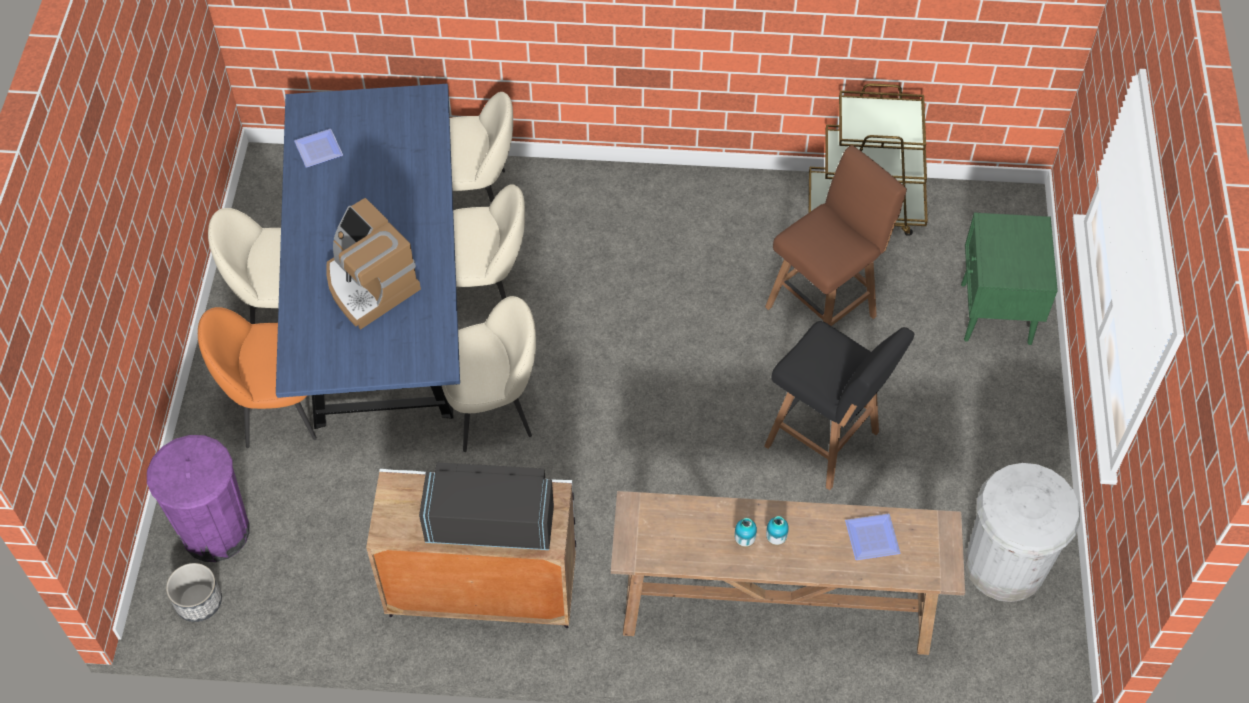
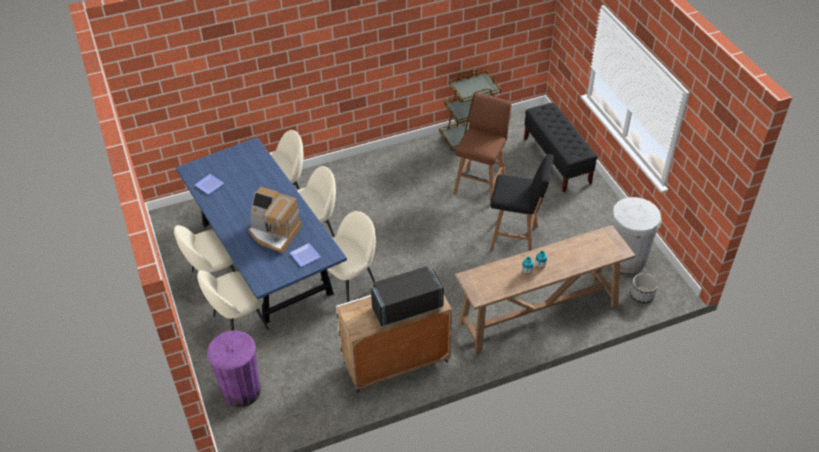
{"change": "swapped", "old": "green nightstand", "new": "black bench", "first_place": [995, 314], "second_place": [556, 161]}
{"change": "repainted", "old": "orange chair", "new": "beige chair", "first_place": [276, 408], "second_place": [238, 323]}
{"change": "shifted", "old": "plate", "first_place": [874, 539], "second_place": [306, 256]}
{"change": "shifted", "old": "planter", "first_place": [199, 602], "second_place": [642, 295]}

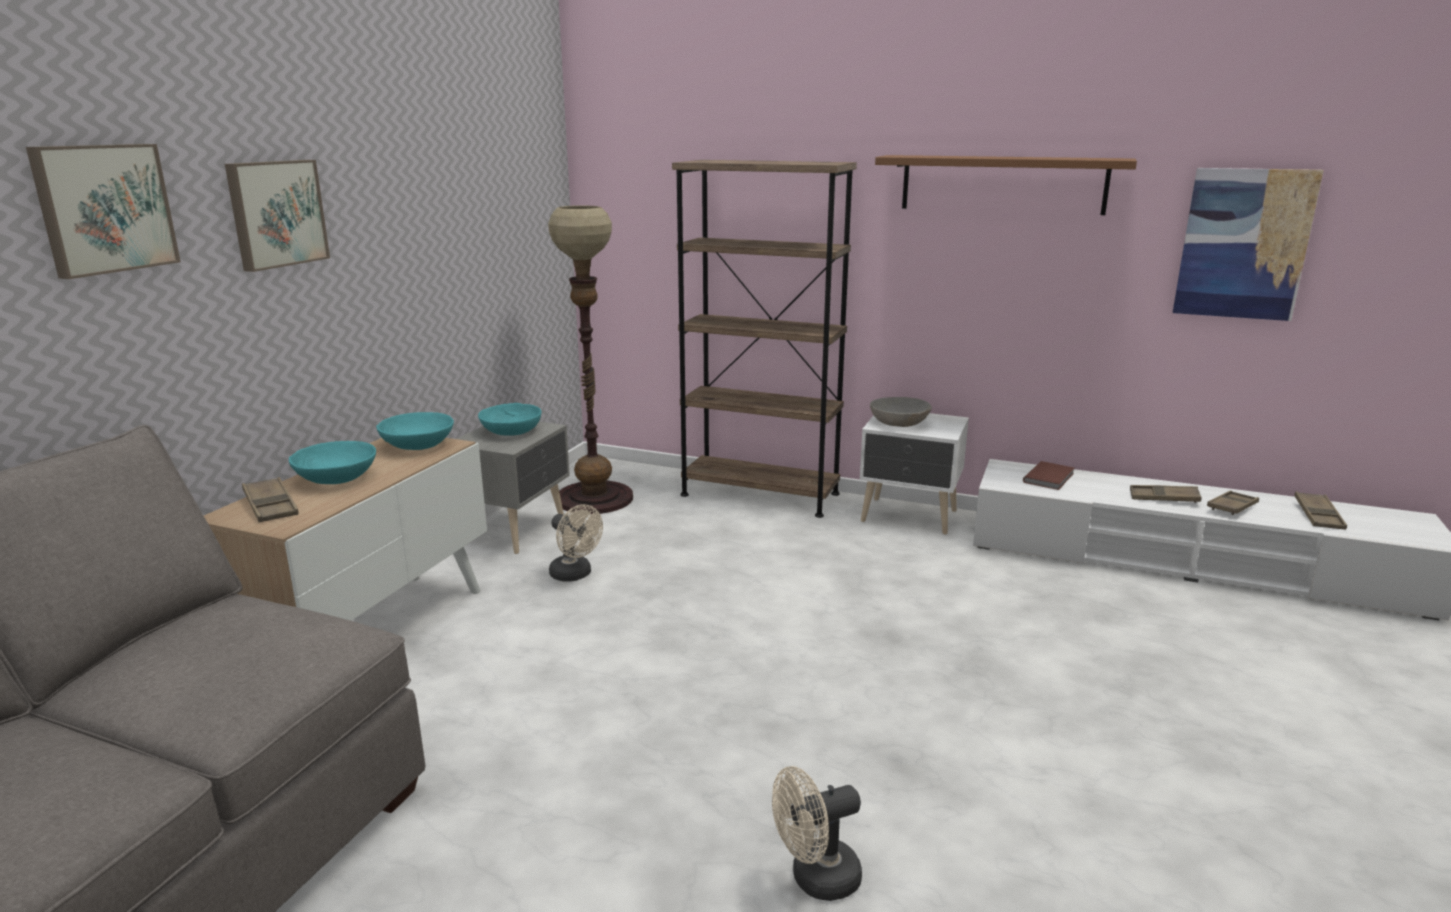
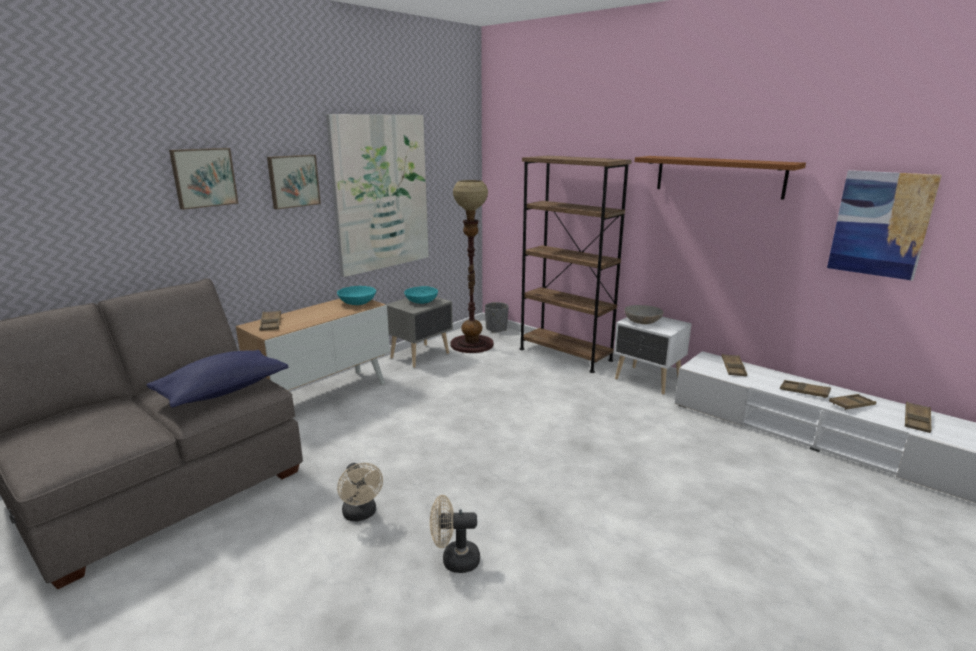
{"change": "gone", "old": "turquoise bowl", "first_place": [336, 478]}
{"change": "swapped", "old": "brown book", "new": "brown tray", "first_place": [1050, 478], "second_place": [733, 368]}
{"change": "shifted", "old": "beige fan", "first_place": [575, 575], "second_place": [361, 514]}
{"change": "new", "new": "picture", "second_place": [381, 193]}
{"change": "new", "new": "grey planter", "second_place": [496, 329]}
{"change": "new", "new": "blue pillow", "second_place": [222, 391]}

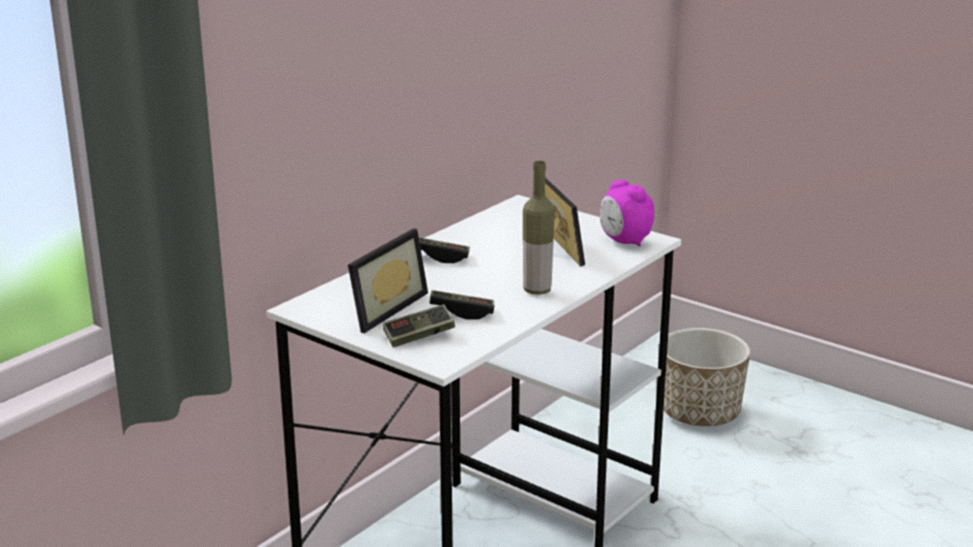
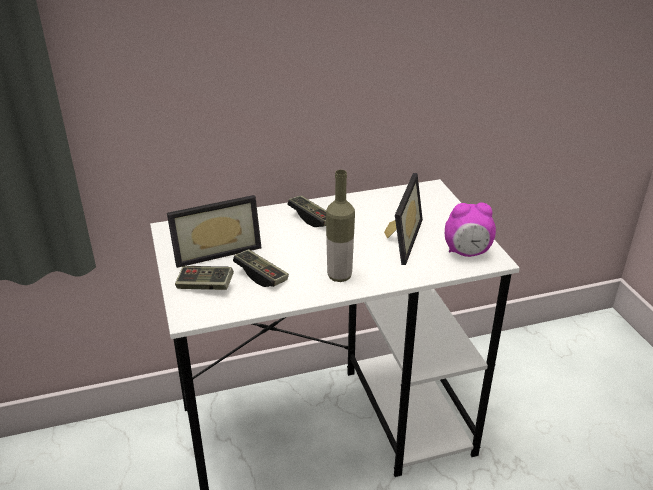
{"change": "rotated", "old": "alarm clock", "first_place": [624, 241], "second_place": [467, 253], "degrees": -90}
{"change": "gone", "old": "planter", "first_place": [700, 413]}

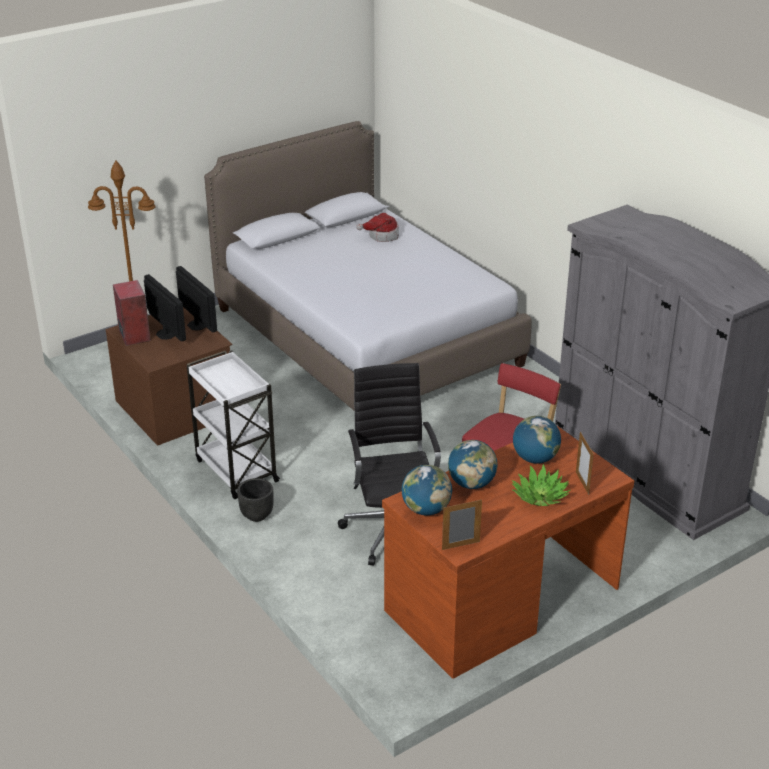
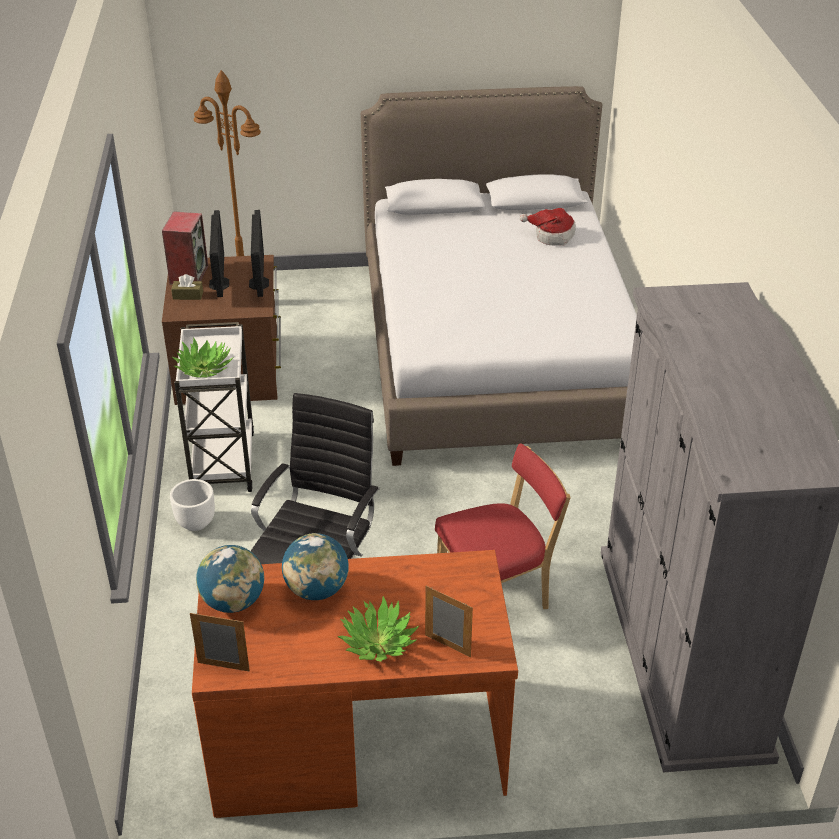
{"change": "gone", "old": "globe", "first_place": [535, 458]}
{"change": "rotated", "old": "picture frame", "first_place": [582, 483], "second_place": [447, 646], "degrees": 105}
{"change": "repainted", "old": "black planter", "new": "white planter", "first_place": [256, 515], "second_place": [195, 523]}
{"change": "new", "new": "brown tissue box", "second_place": [188, 295]}
{"change": "new", "new": "potted plant", "second_place": [204, 368]}

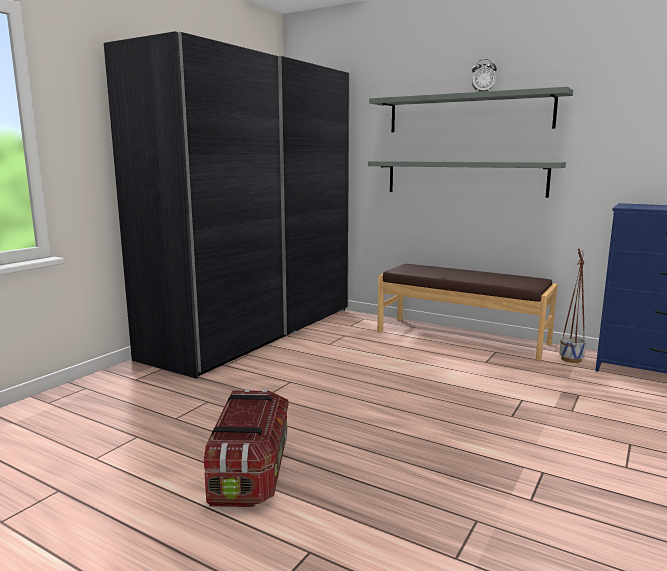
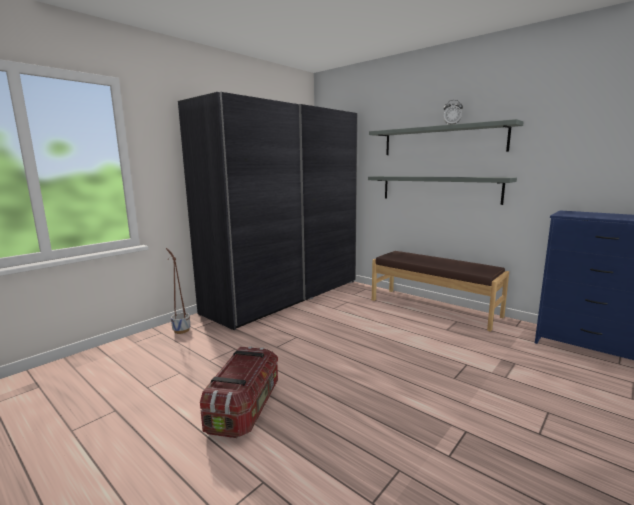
{"change": "shifted", "old": "planter", "first_place": [571, 359], "second_place": [181, 331]}

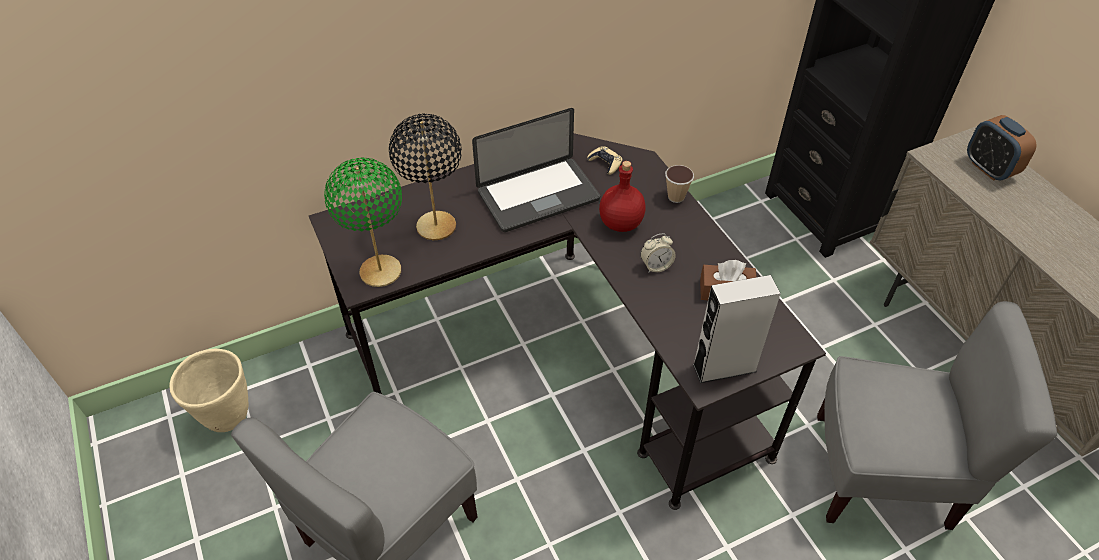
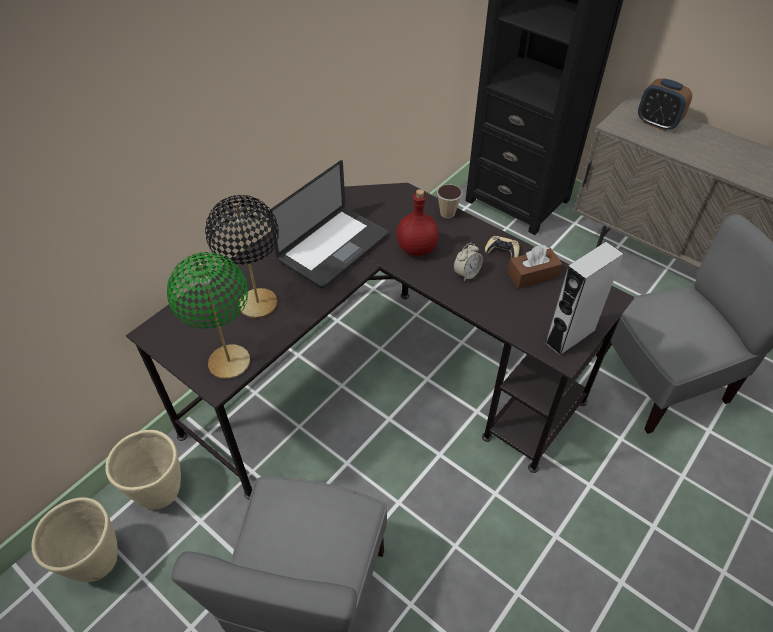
{"change": "shifted", "old": "beige game controller", "first_place": [605, 163], "second_place": [502, 251]}
{"change": "new", "new": "beige planter", "second_place": [159, 491]}

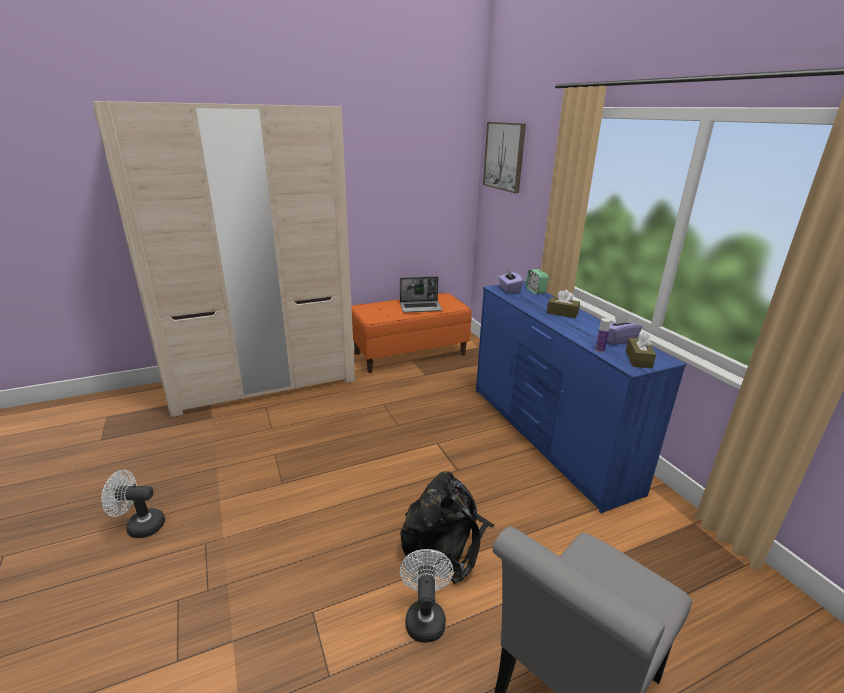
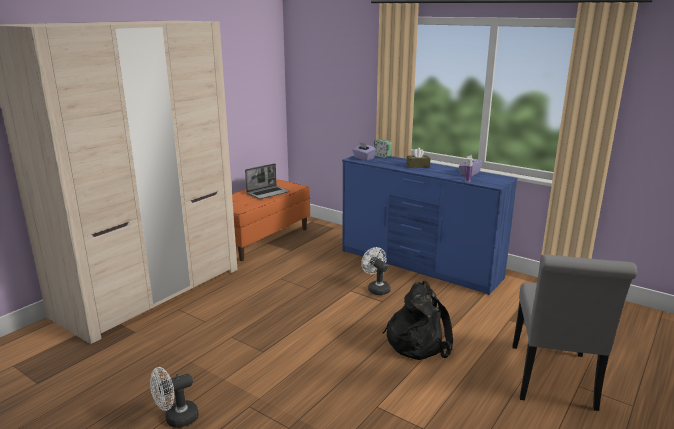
{"change": "gone", "old": "picture", "first_place": [504, 156]}
{"change": "gone", "old": "brown tissue box", "first_place": [638, 359]}
{"change": "shifted", "old": "white fan", "first_place": [425, 616], "second_place": [376, 288]}

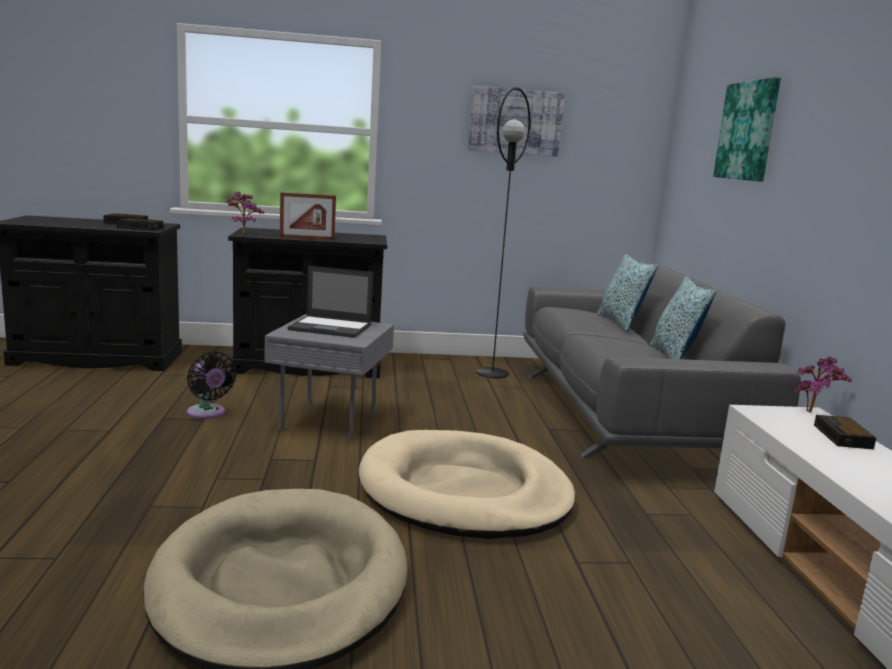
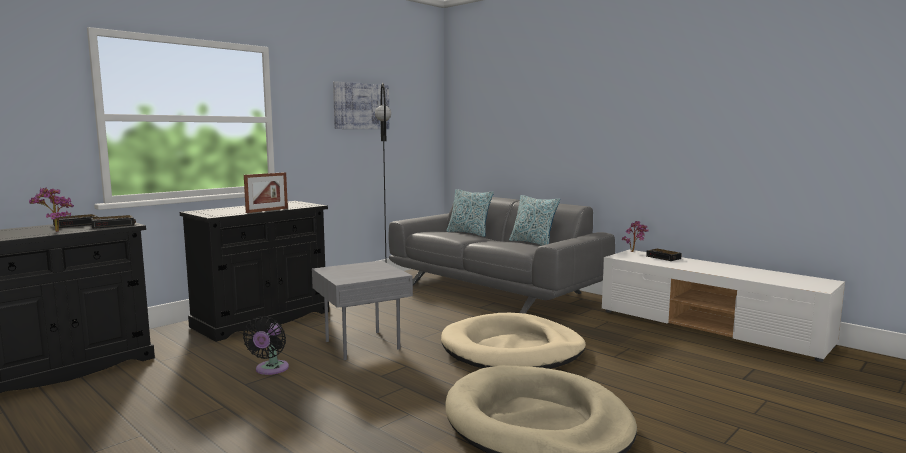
{"change": "gone", "old": "picture", "first_place": [748, 131]}
{"change": "shifted", "old": "potted plant", "first_place": [242, 234], "second_place": [54, 231]}
{"change": "gone", "old": "laptop", "first_place": [331, 327]}
{"change": "rotated", "old": "black fan", "first_place": [207, 413], "second_place": [270, 369], "degrees": 90}

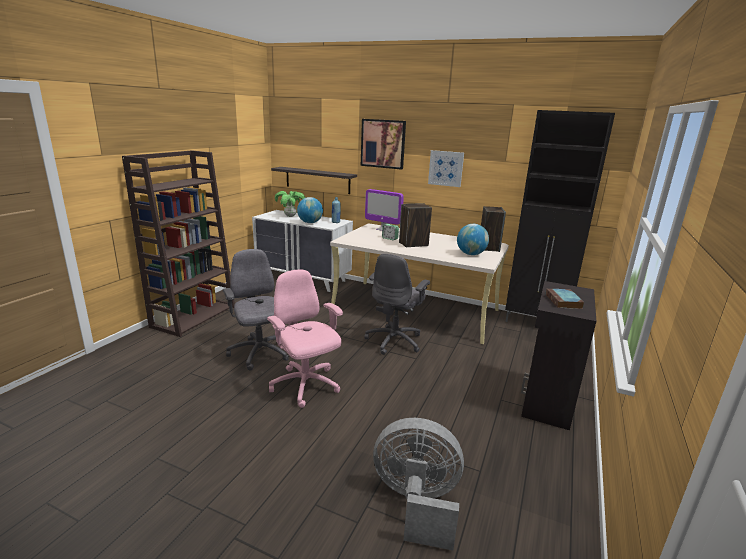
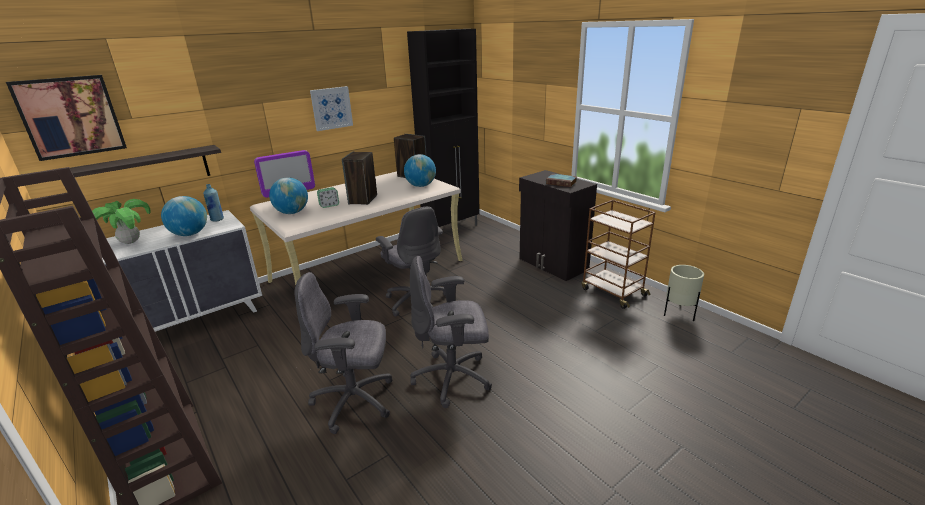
{"change": "shifted", "old": "picture", "first_place": [383, 144], "second_place": [70, 117]}
{"change": "repainted", "old": "pink office chair", "new": "grey office chair", "first_place": [305, 386], "second_place": [453, 378]}
{"change": "gone", "old": "grey fan", "first_place": [416, 503]}
{"change": "new", "new": "globe", "second_place": [292, 213]}
{"change": "new", "new": "brown cart", "second_place": [612, 292]}
{"change": "new", "new": "beige planter", "second_place": [678, 314]}

